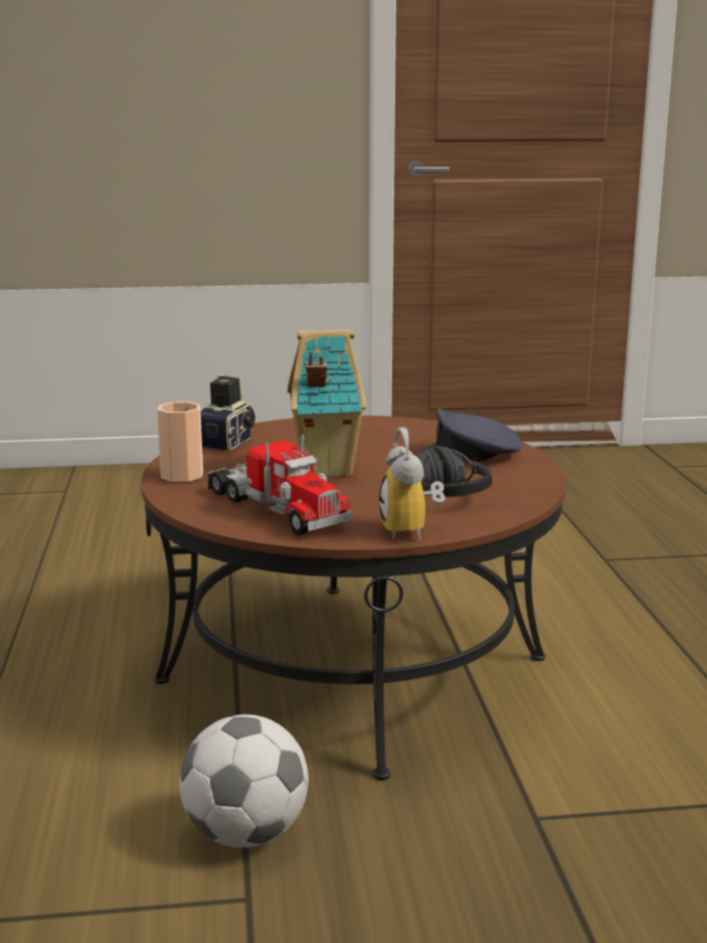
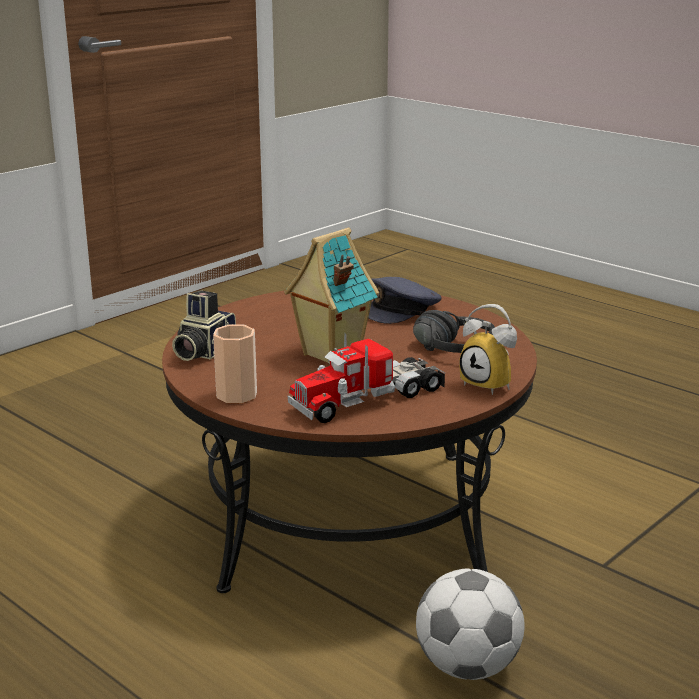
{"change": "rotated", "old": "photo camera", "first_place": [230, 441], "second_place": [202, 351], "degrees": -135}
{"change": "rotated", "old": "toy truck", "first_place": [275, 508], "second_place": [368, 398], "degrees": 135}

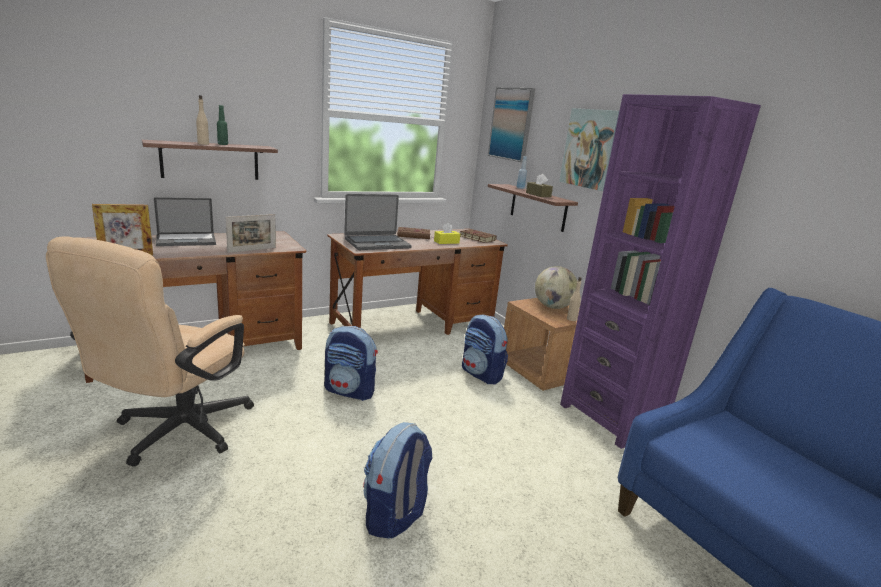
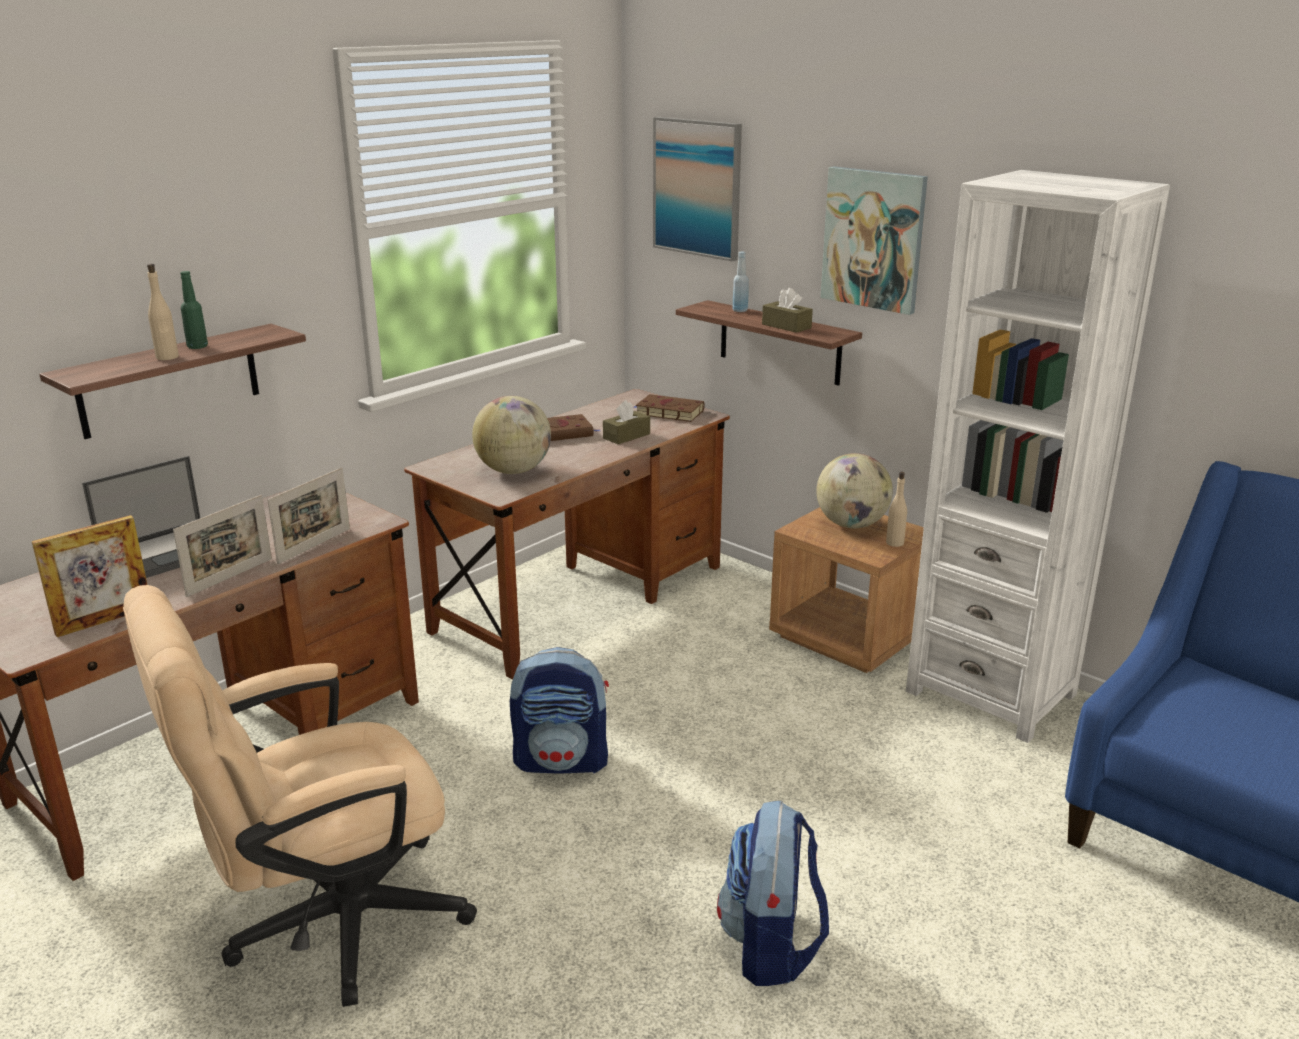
{"change": "repainted", "old": "purple bookcase", "new": "white bookcase", "first_place": [611, 417], "second_place": [991, 693]}
{"change": "swapped", "old": "laptop", "new": "globe", "first_place": [377, 243], "second_place": [513, 471]}
{"change": "repainted", "old": "yellow tissue box", "new": "brown tissue box", "first_place": [446, 242], "second_place": [626, 436]}
{"change": "rotated", "old": "beige office chair", "first_place": [175, 434], "second_place": [326, 925], "degrees": 60}
{"change": "gone", "old": "backpack", "first_place": [481, 374]}
{"change": "new", "new": "picture frame", "second_place": [230, 577]}

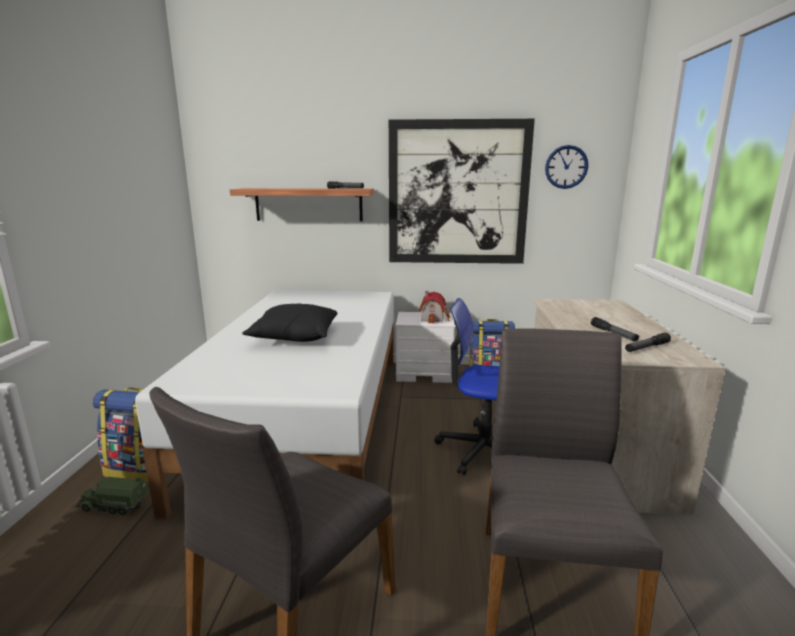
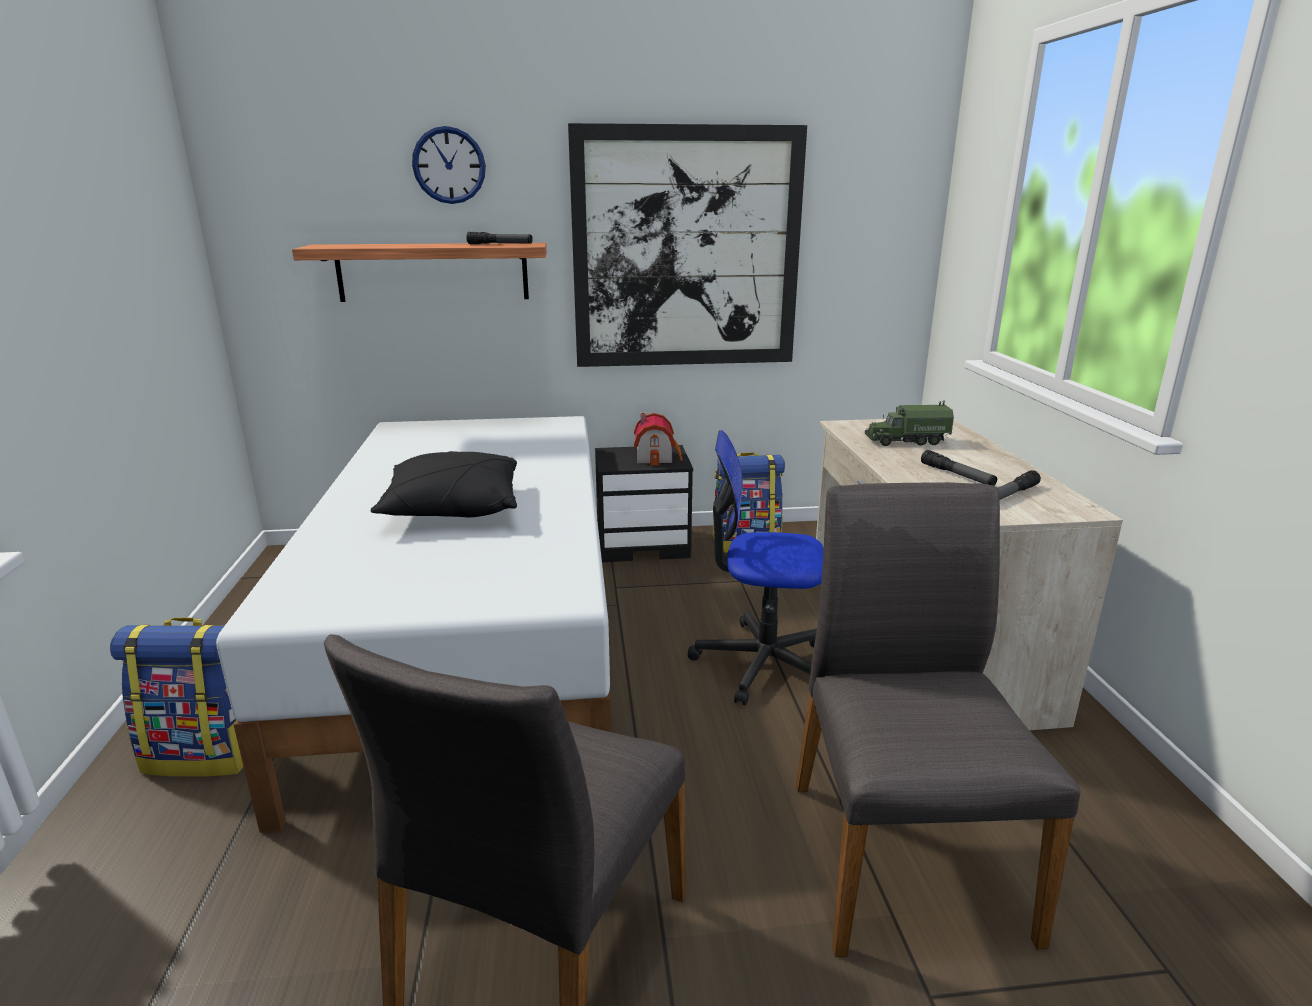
{"change": "shifted", "old": "wall clock", "first_place": [566, 167], "second_place": [449, 165]}
{"change": "repainted", "old": "white nightstand", "new": "black nightstand", "first_place": [425, 372], "second_place": [644, 544]}
{"change": "shifted", "old": "toy truck", "first_place": [113, 505], "second_place": [906, 441]}

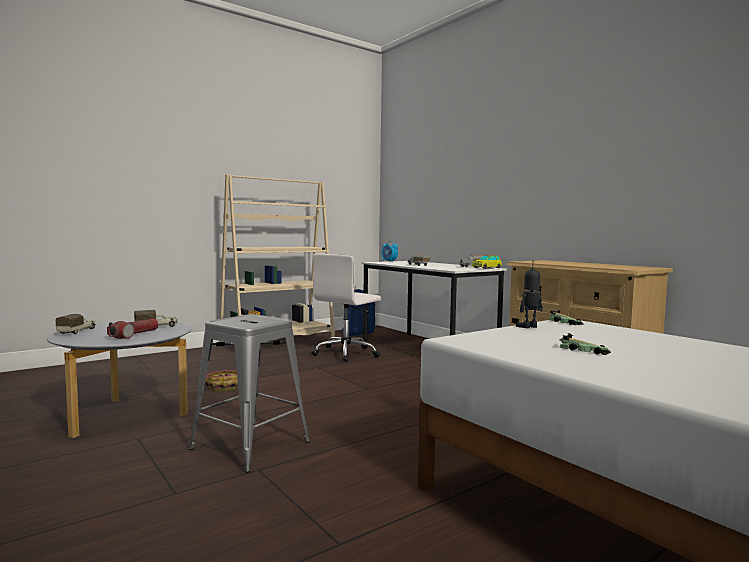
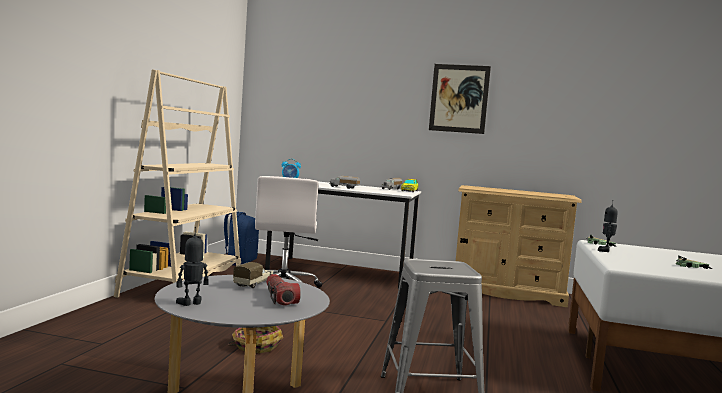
{"change": "swapped", "old": "toy truck", "new": "toy robot", "first_place": [77, 331], "second_place": [191, 303]}
{"change": "new", "new": "picture", "second_place": [459, 98]}

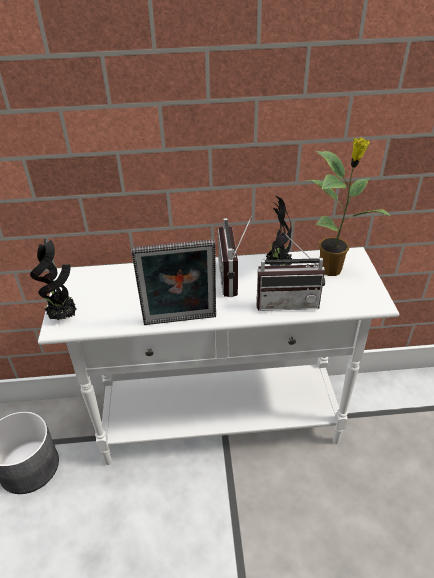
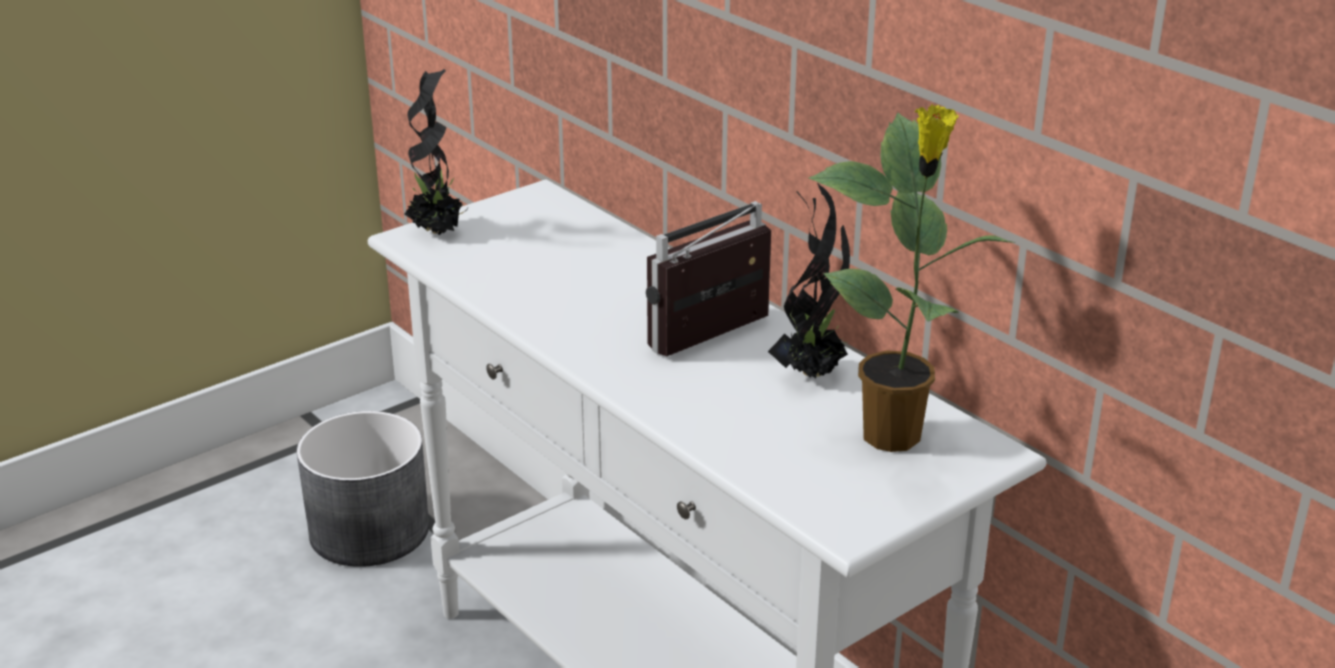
{"change": "gone", "old": "radio", "first_place": [287, 301]}
{"change": "gone", "old": "picture frame", "first_place": [180, 322]}

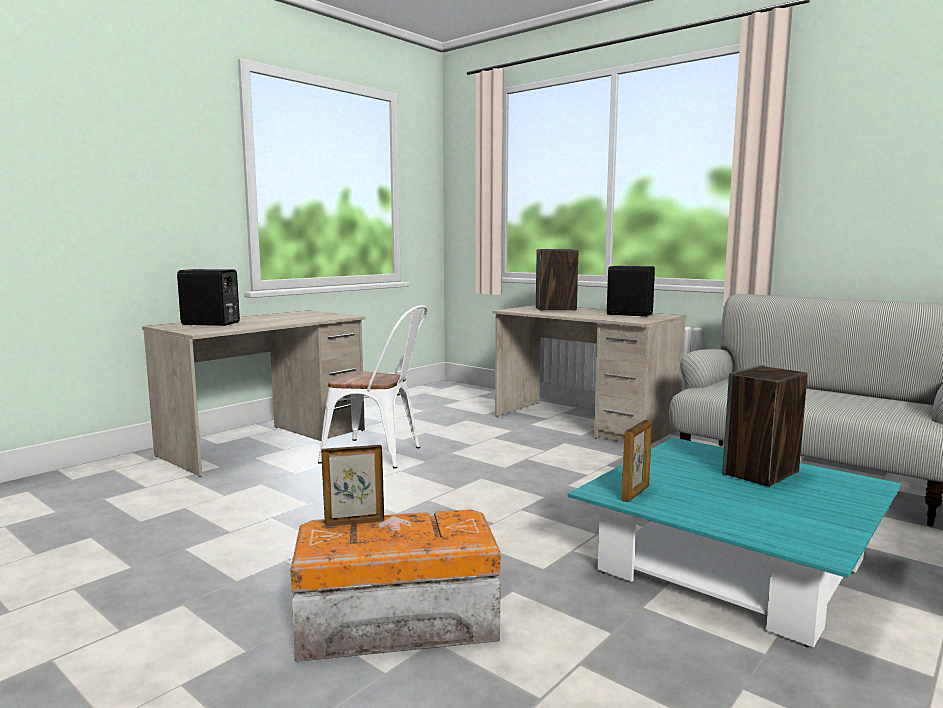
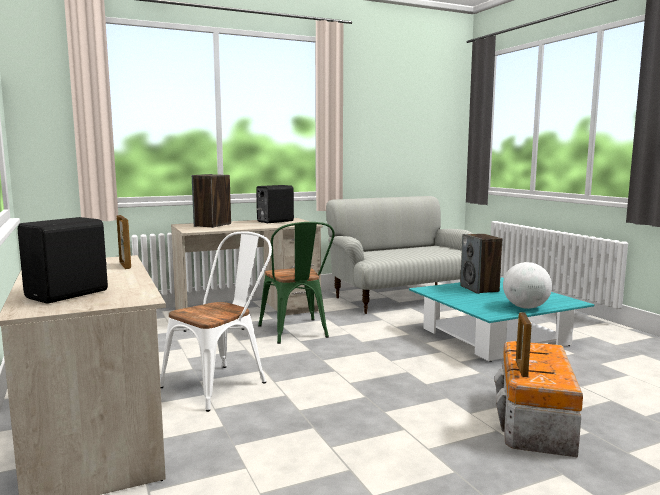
{"change": "shifted", "old": "picture frame", "first_place": [636, 493], "second_place": [125, 265]}
{"change": "new", "new": "green chair", "second_place": [296, 333]}
{"change": "new", "new": "globe", "second_place": [525, 307]}

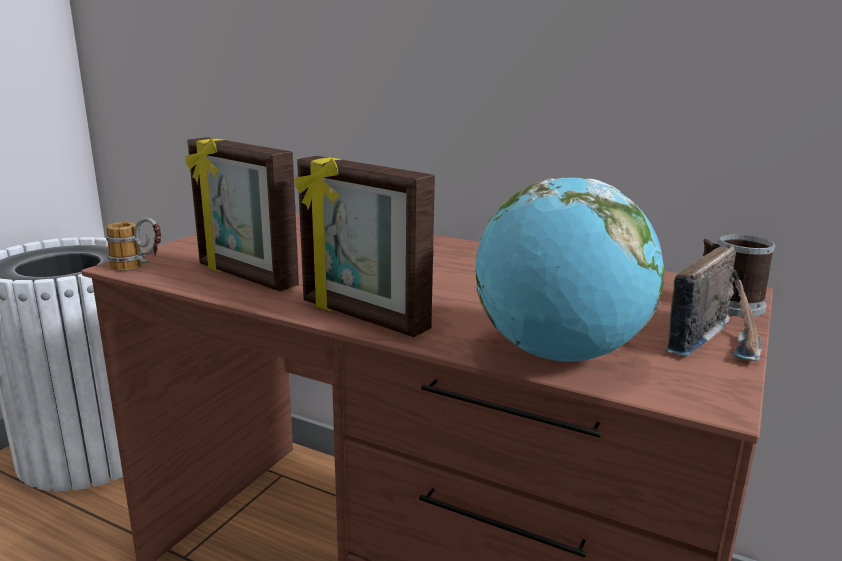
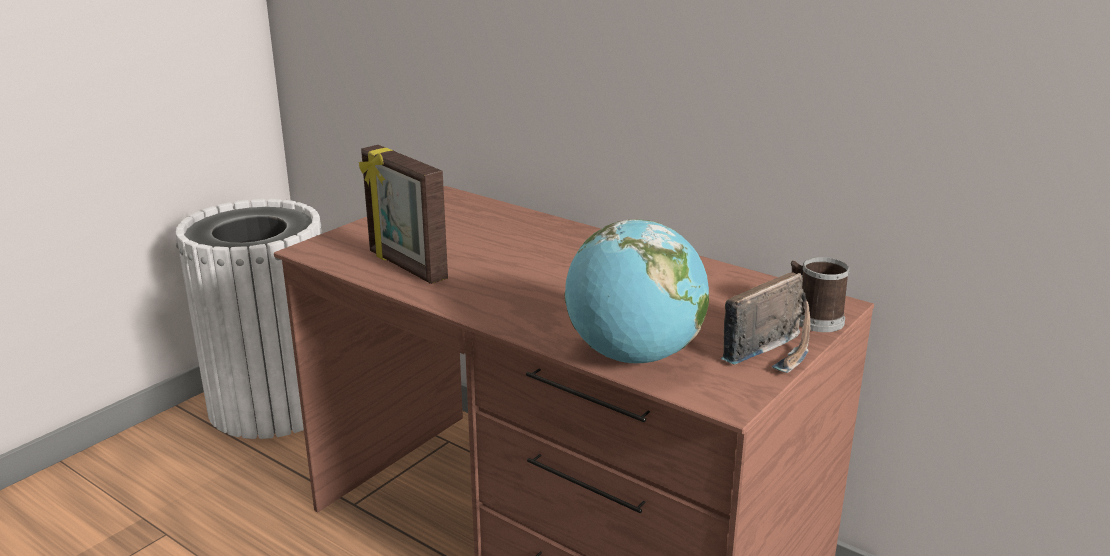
{"change": "gone", "old": "picture frame", "first_place": [362, 317]}
{"change": "gone", "old": "mug", "first_place": [138, 267]}

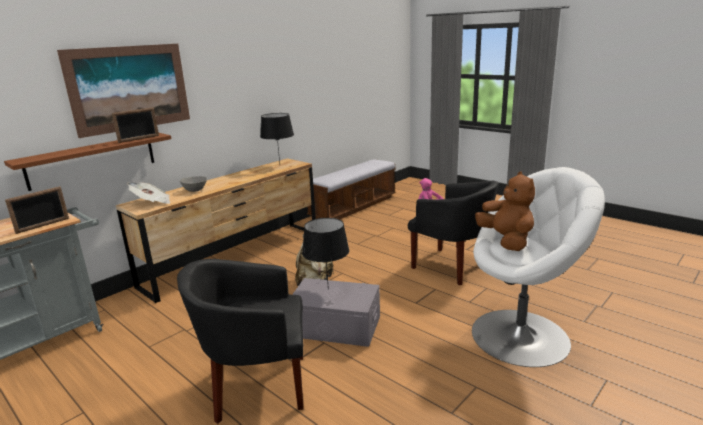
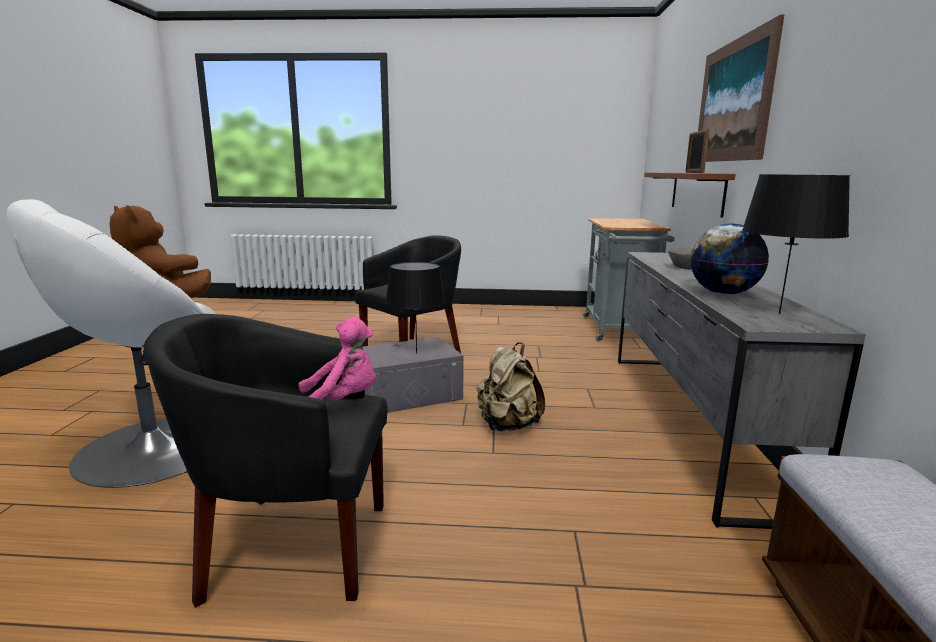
{"change": "repainted", "old": "brown dresser", "new": "grey dresser", "first_place": [235, 258], "second_place": [687, 420]}
{"change": "gone", "old": "newspaper", "first_place": [152, 203]}
{"change": "gone", "old": "picture frame", "first_place": [43, 225]}
{"change": "new", "new": "globe", "second_place": [723, 293]}

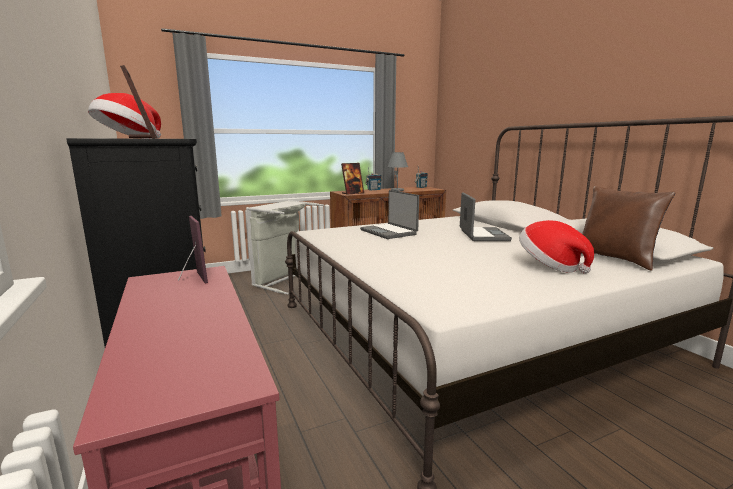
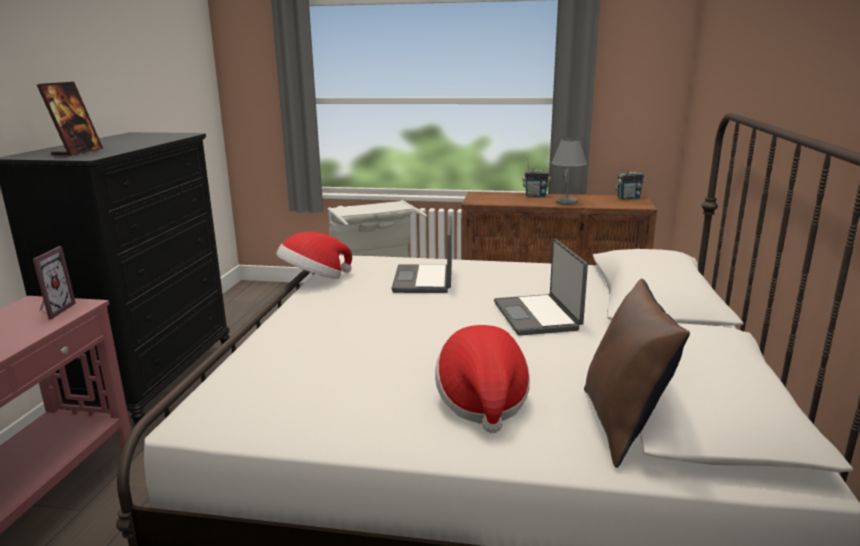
{"change": "shifted", "old": "hat", "first_place": [129, 139], "second_place": [314, 279]}
{"change": "gone", "old": "picture frame", "first_place": [352, 193]}
{"change": "rotated", "old": "laptop", "first_place": [482, 235], "second_place": [538, 316], "degrees": 135}

